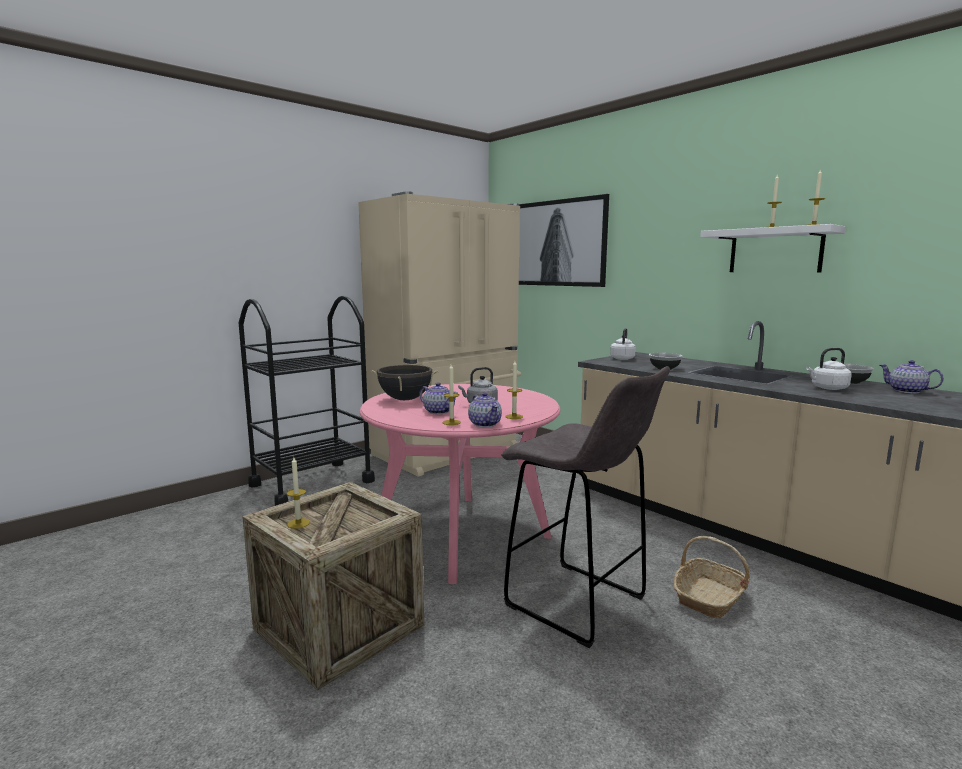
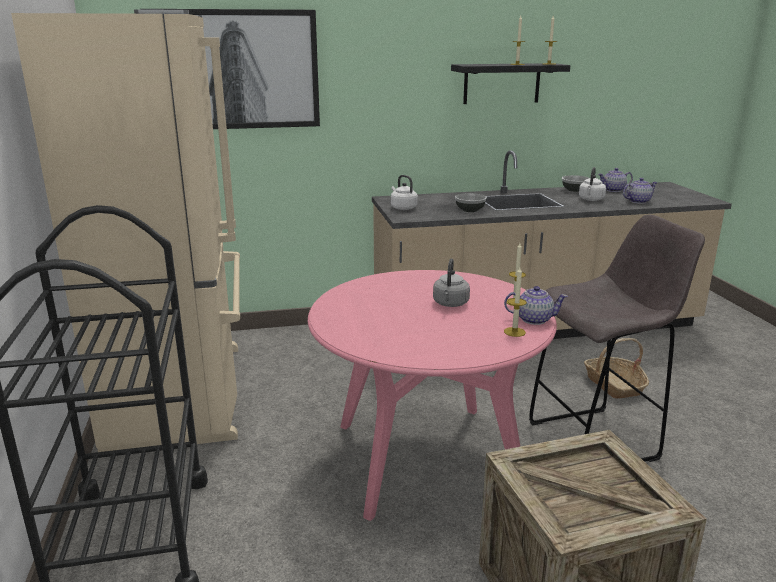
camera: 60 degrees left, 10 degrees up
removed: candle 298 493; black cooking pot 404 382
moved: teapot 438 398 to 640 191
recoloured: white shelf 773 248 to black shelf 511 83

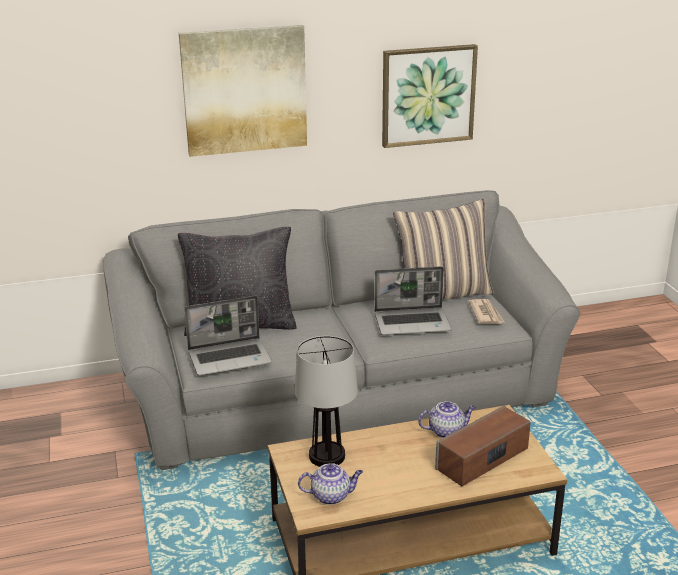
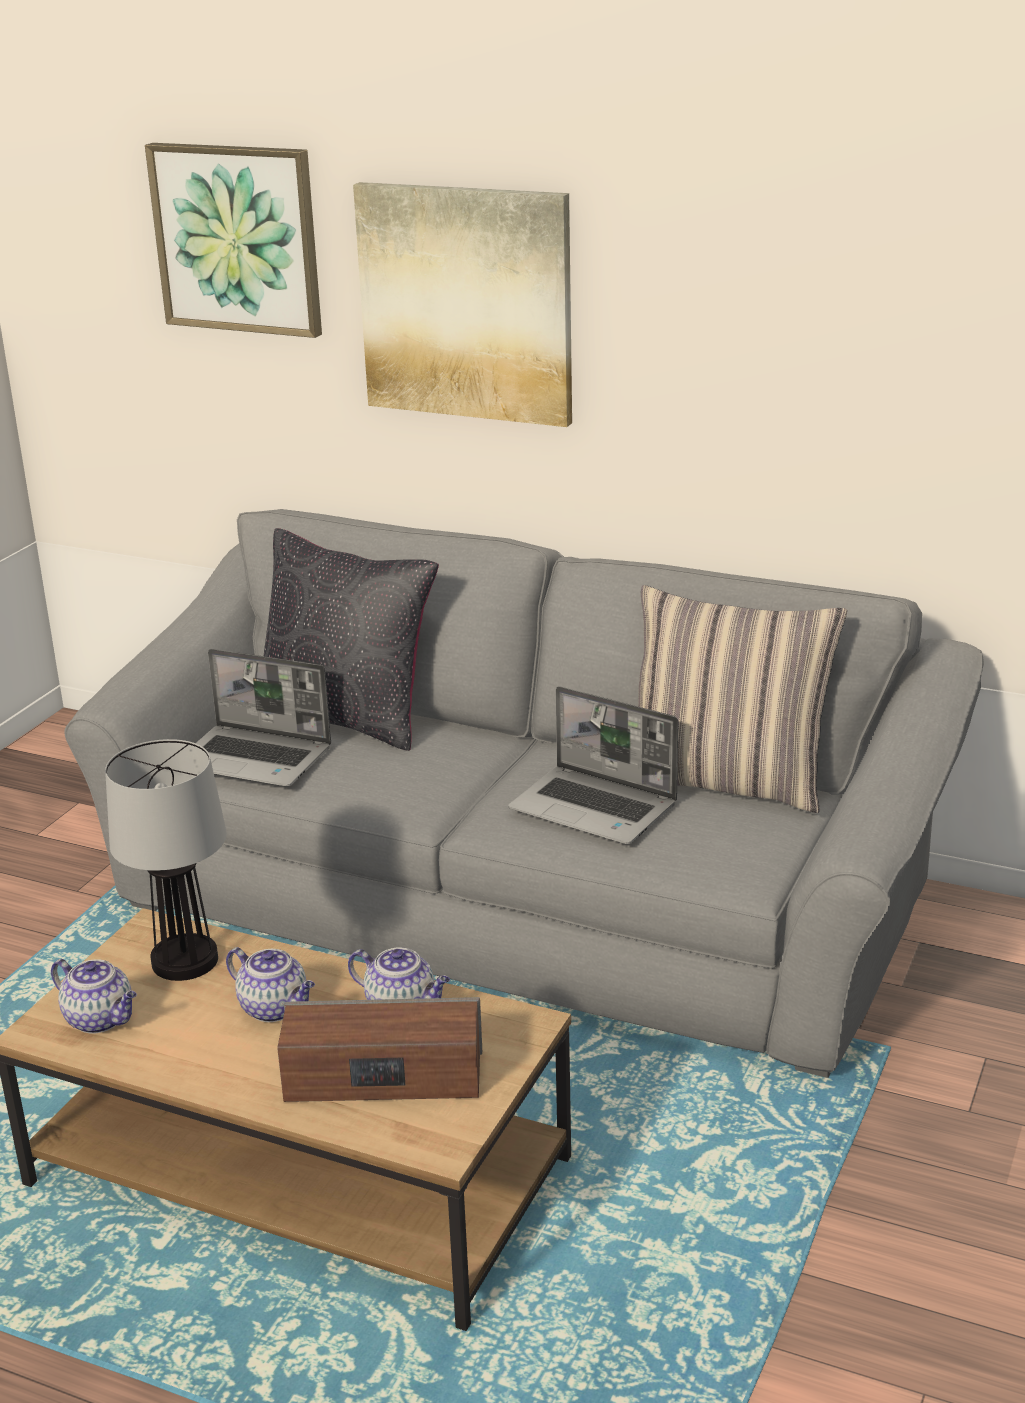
camera: 40 degrees right, 0 degrees up
removed: newspaper 486 311
added: teapot 270 984
moved: picture 430 96 to 233 240

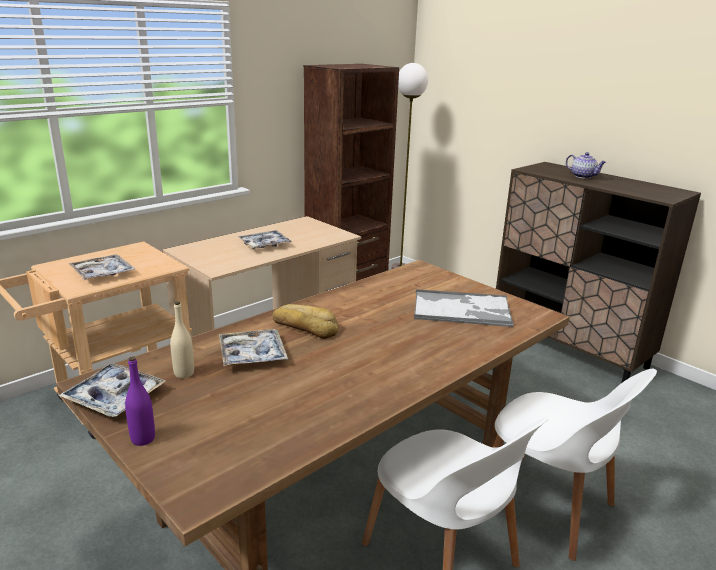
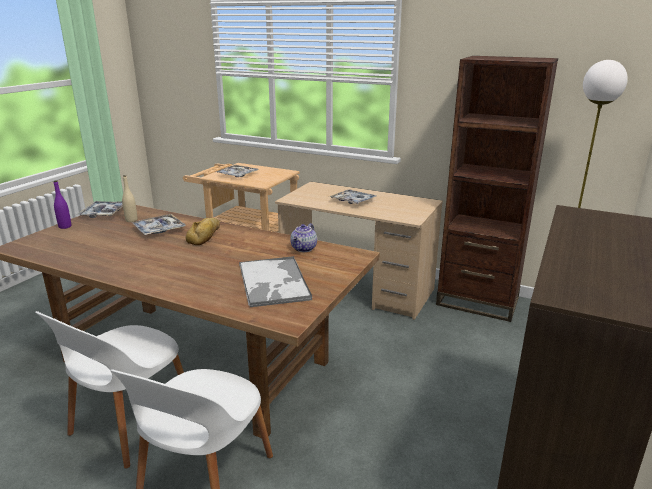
camera: 70 degrees right, 0 degrees up
moved: teapot 586 165 to 303 237

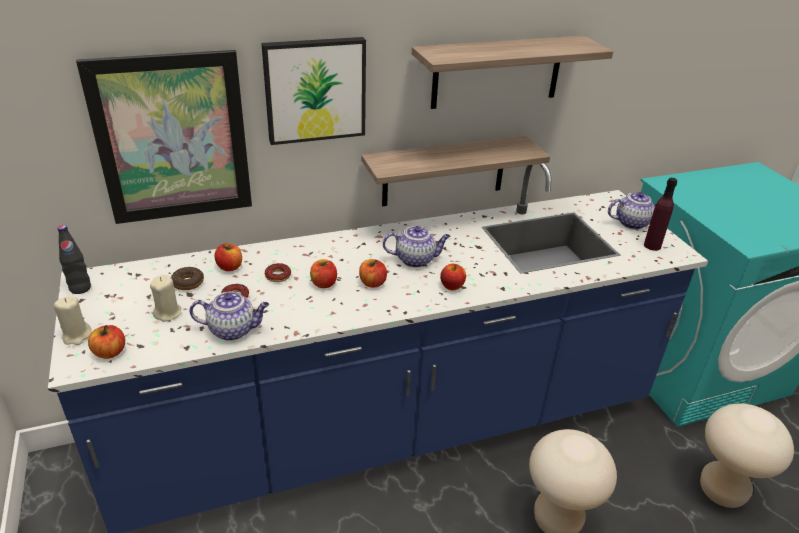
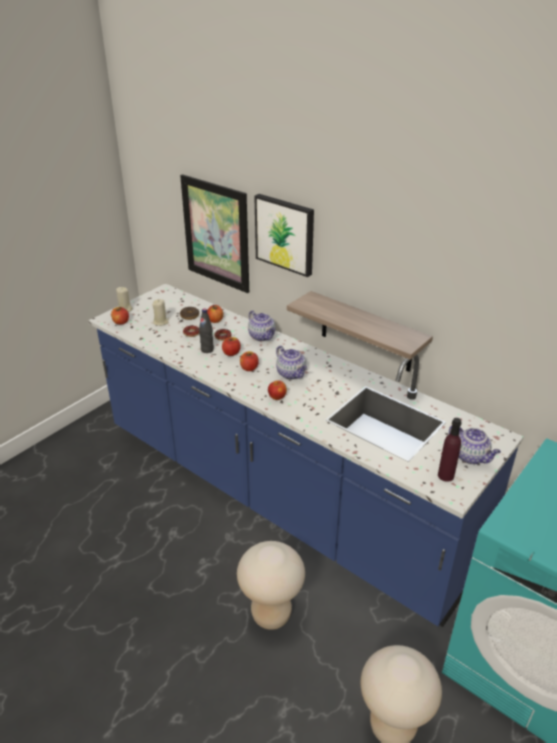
camera: 60 degrees right, 0 degrees up
removed: shelf 512 72
moved: black bottle 74 259 to 206 330; teapot 229 316 to 262 325

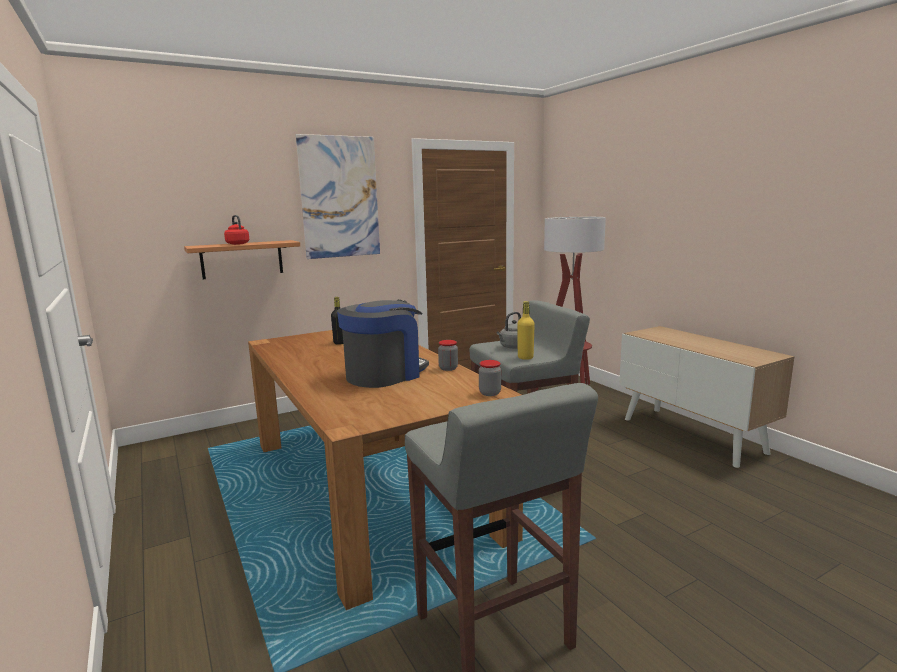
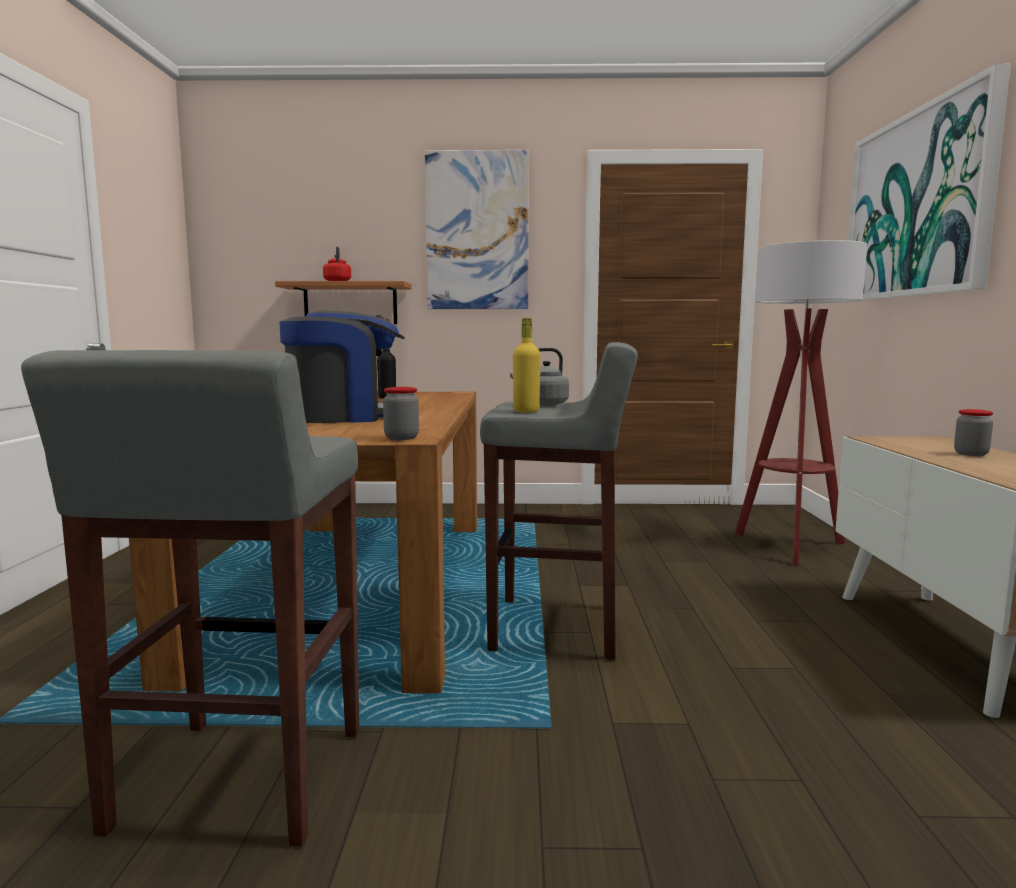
camera: 30 degrees right, 5 degrees down
added: picture 929 182
moved: jar 448 355 to 973 432

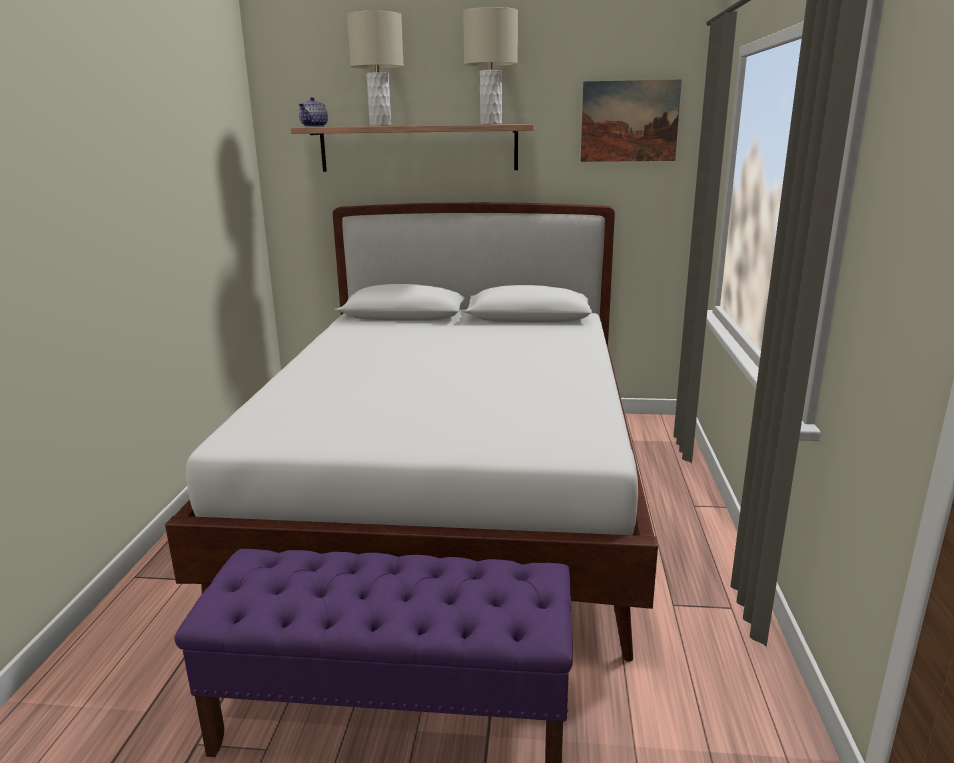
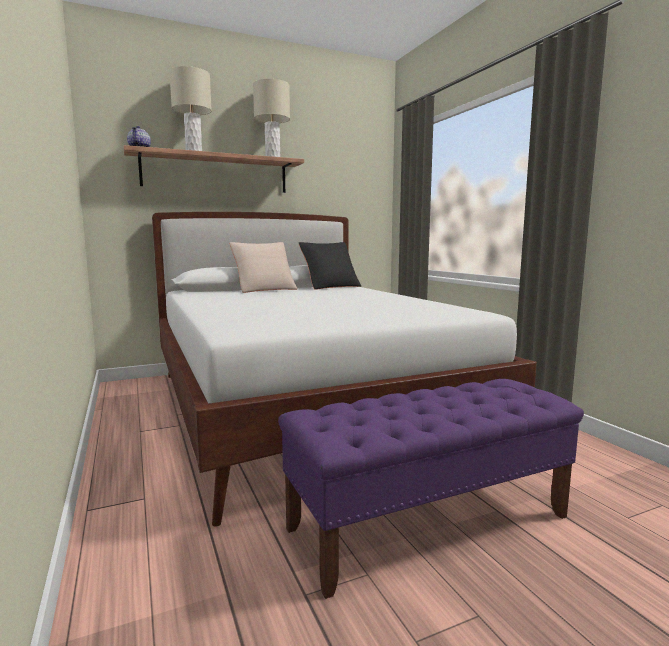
camera: 30 degrees left, 10 degrees down
removed: picture 631 120
added: beige pillow 263 267; black pillow 330 266

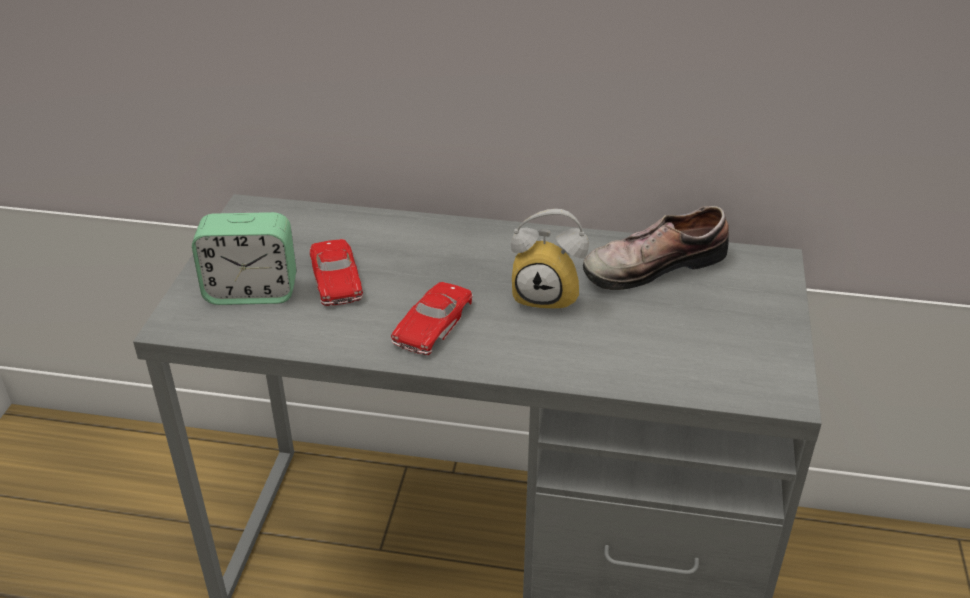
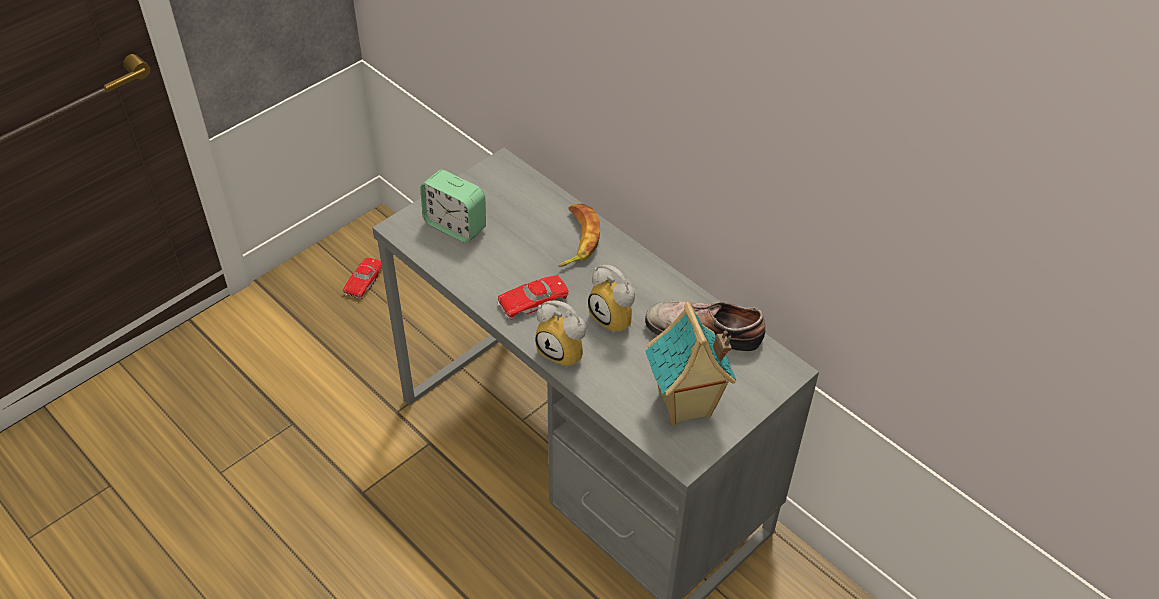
camera: 35 degrees right, 10 degrees up
added: alarm clock 560 334; banana 579 235; toy house 690 363
moved: red toy car 336 272 to 362 278

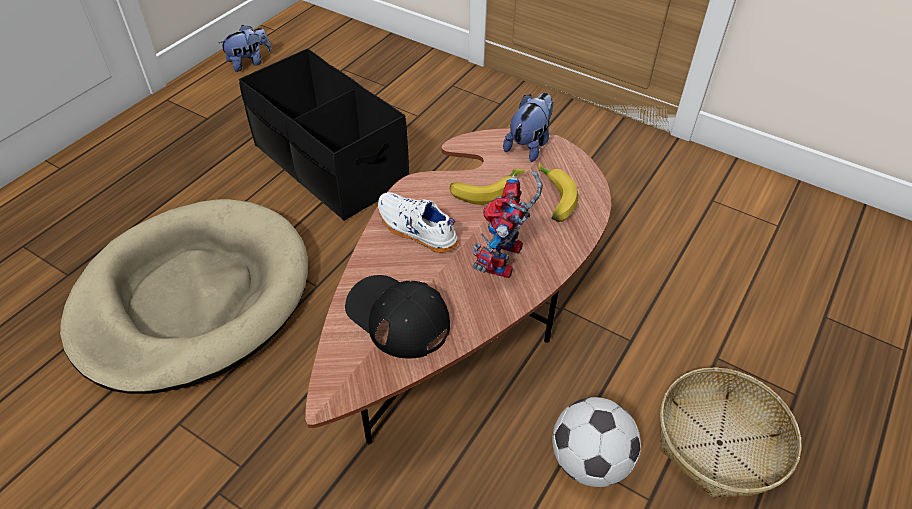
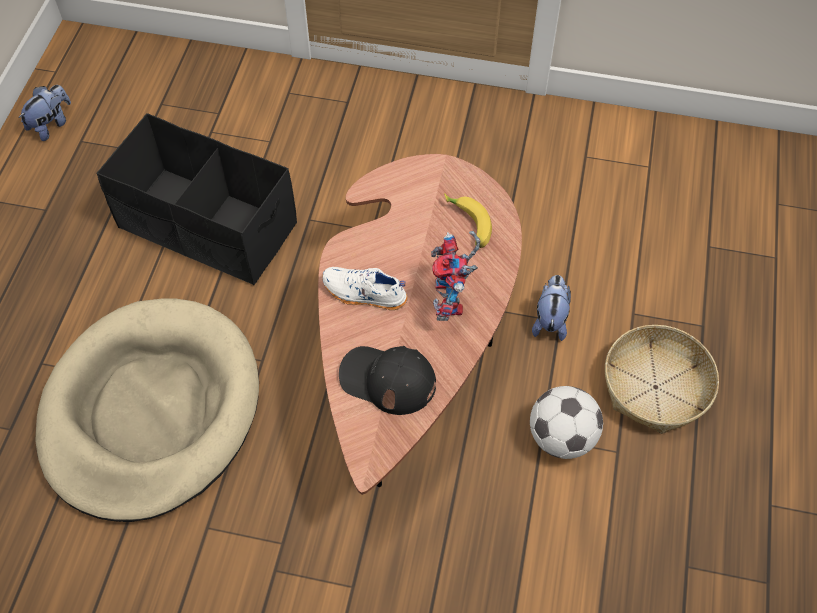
camera: 20 degrees left, 10 degrees up
removed: banana 487 187
moved: plush toy 528 127 to 551 308

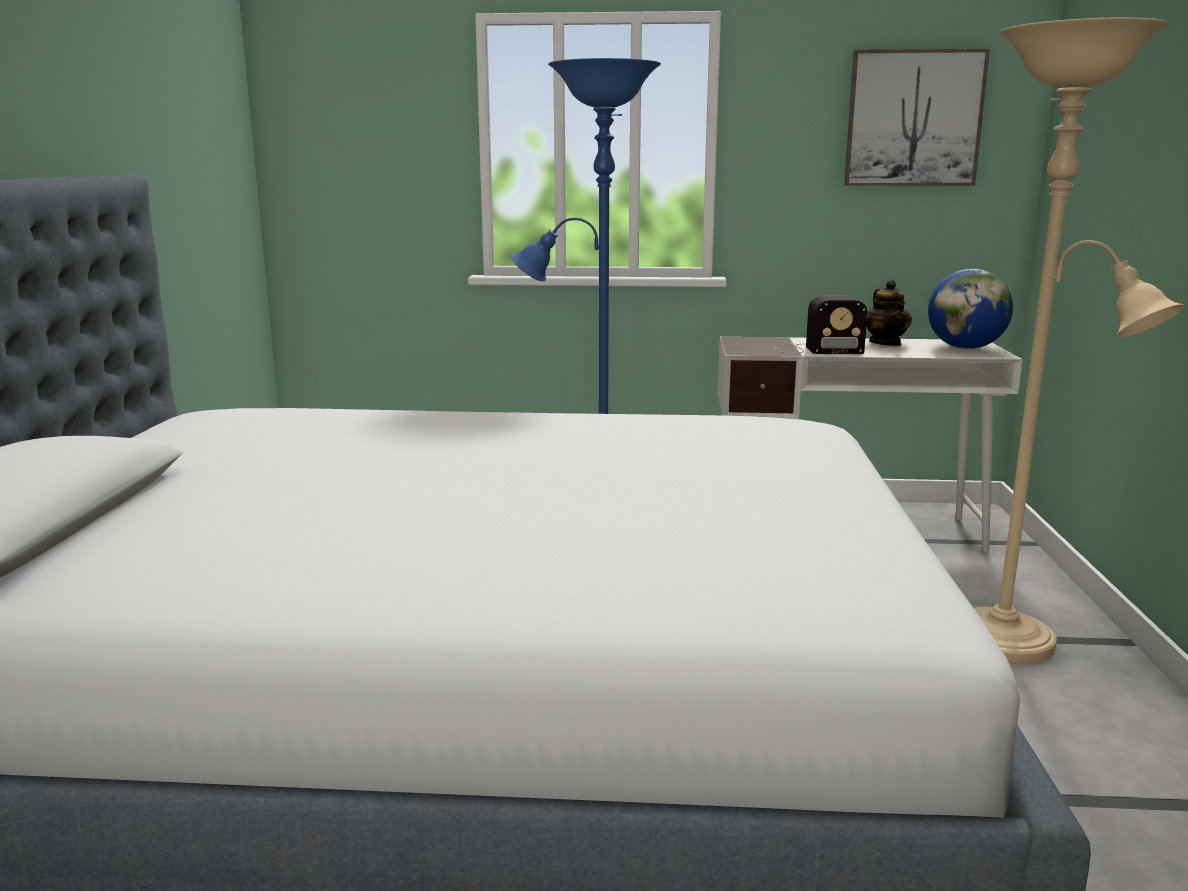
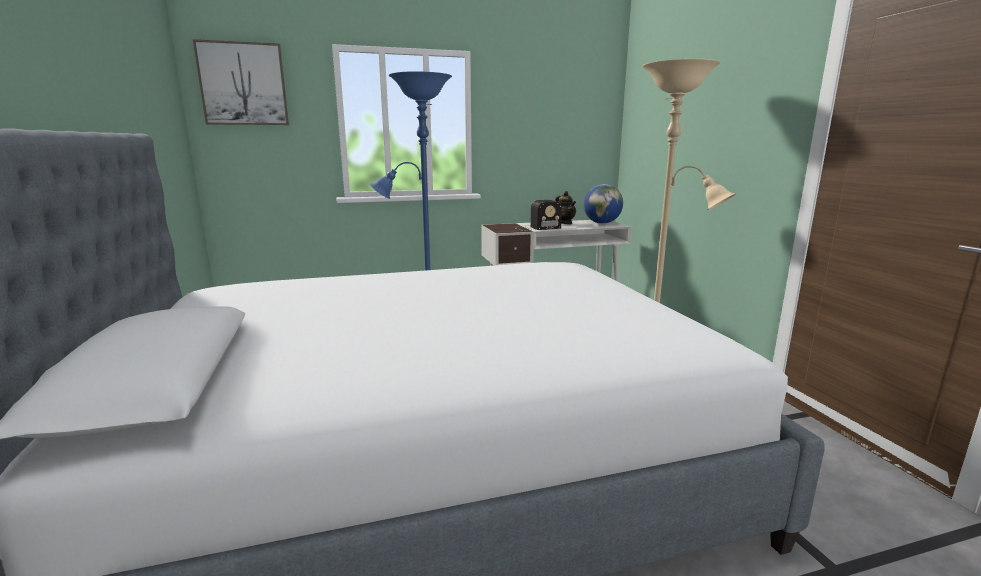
camera: 20 degrees left, 0 degrees up
moved: picture 917 117 to 241 82

